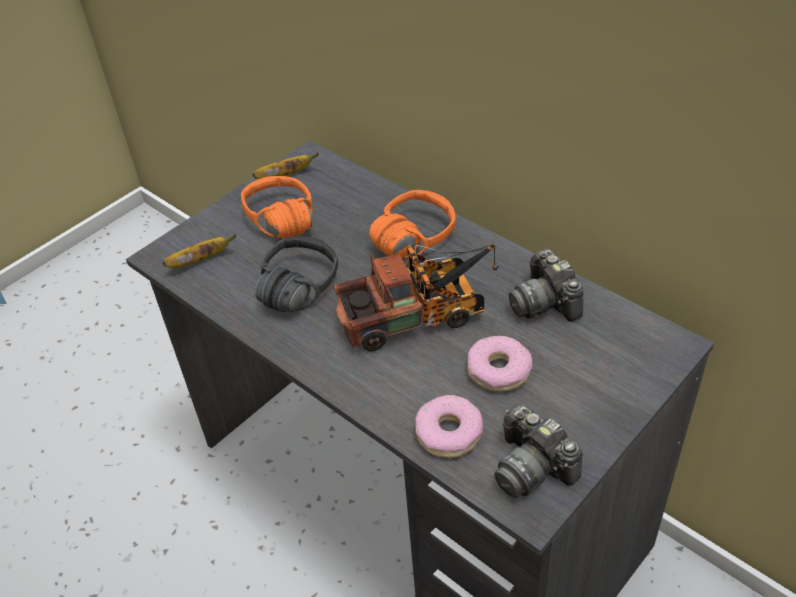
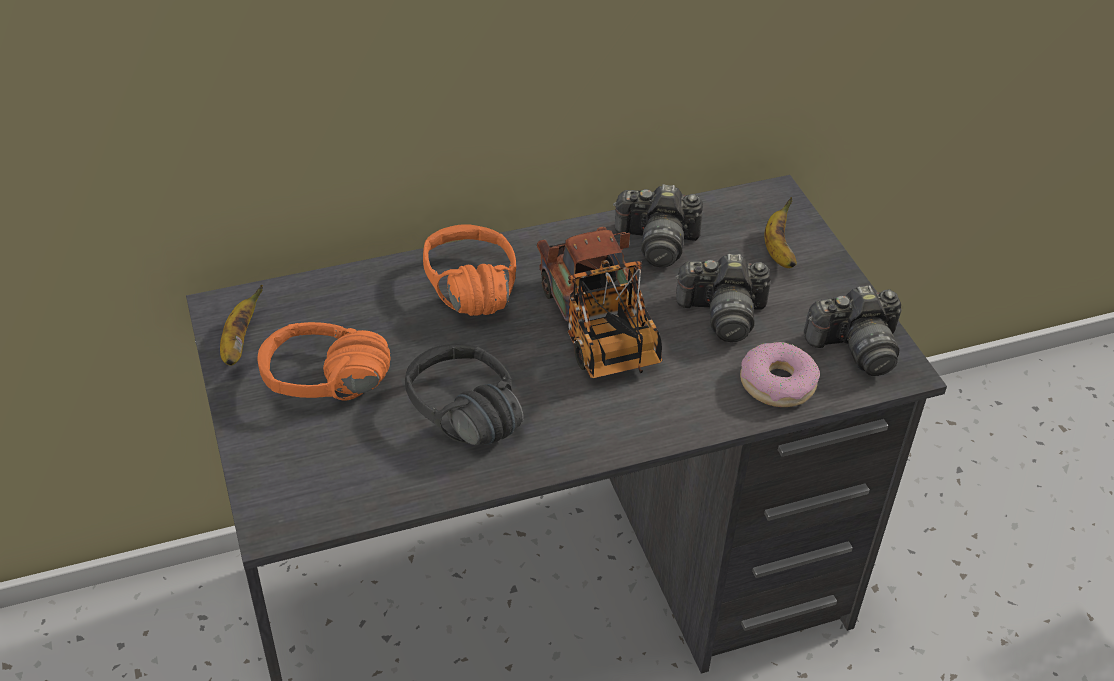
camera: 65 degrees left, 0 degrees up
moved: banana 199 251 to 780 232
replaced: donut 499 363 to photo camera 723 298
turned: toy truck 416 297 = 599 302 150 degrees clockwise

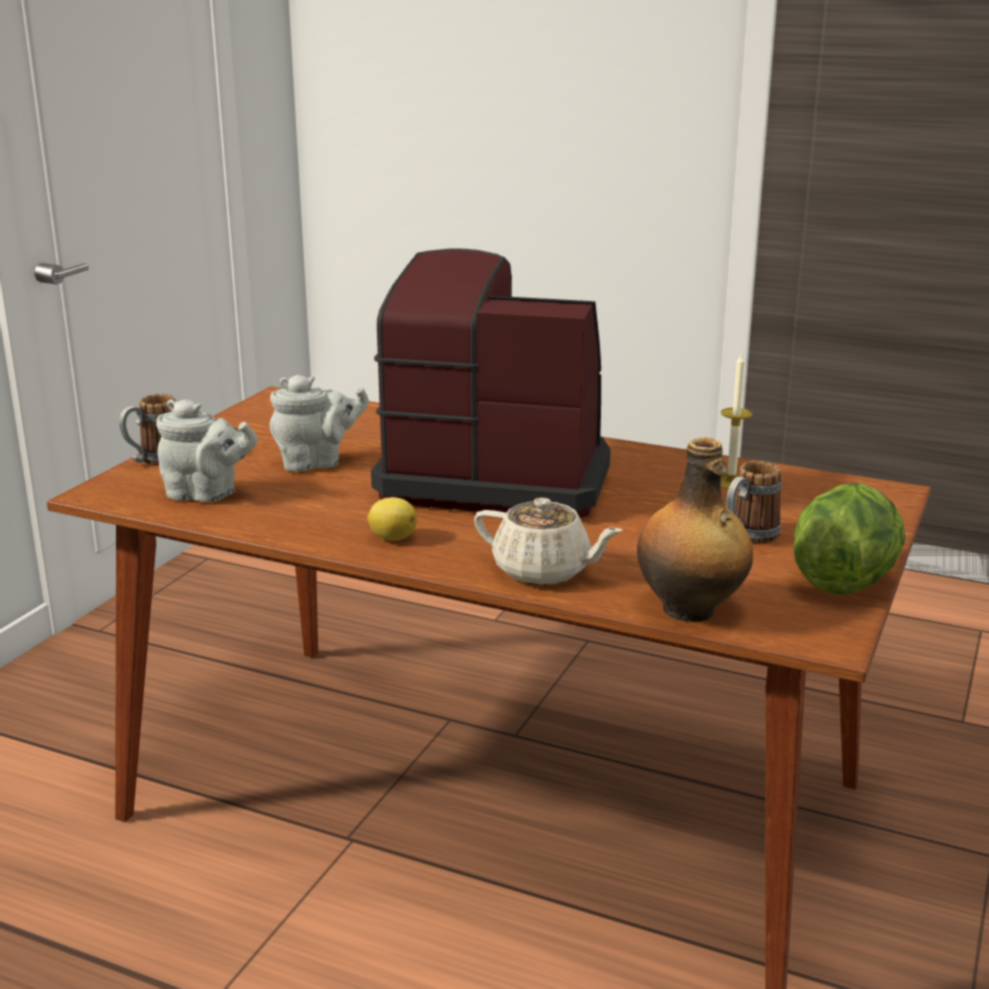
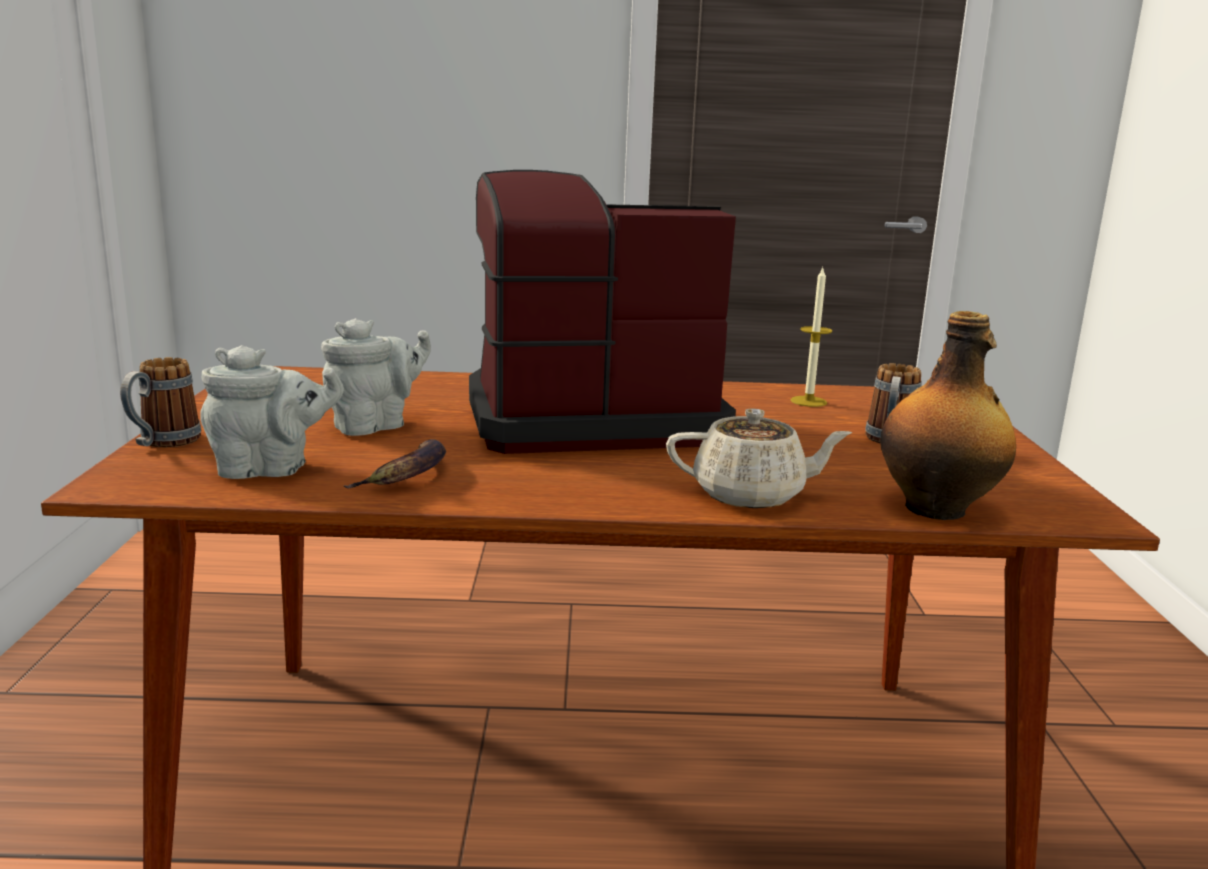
camera: 25 degrees left, 5 degrees down
removed: lemon 392 518; lettuce 849 539
added: banana 395 463

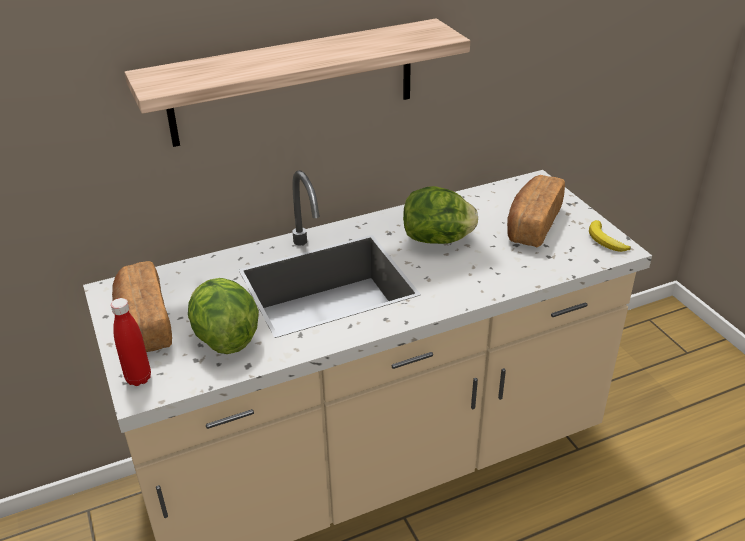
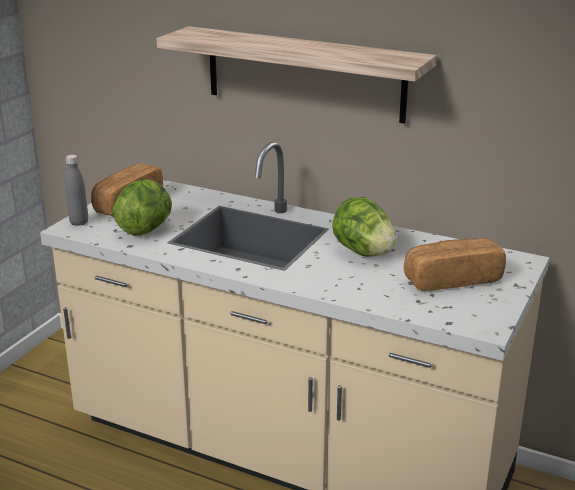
camera: 50 degrees right, 10 degrees down
removed: banana 610 236
recoloured: red bottle 131 342 to grey bottle 76 190

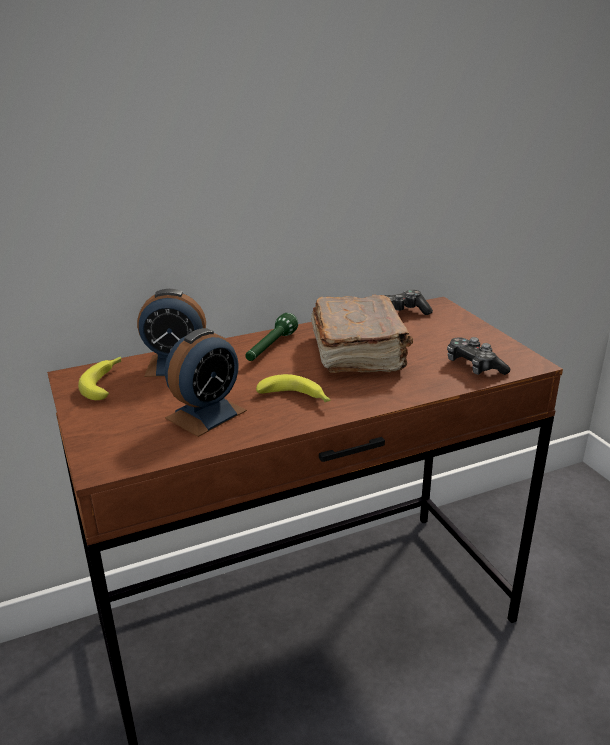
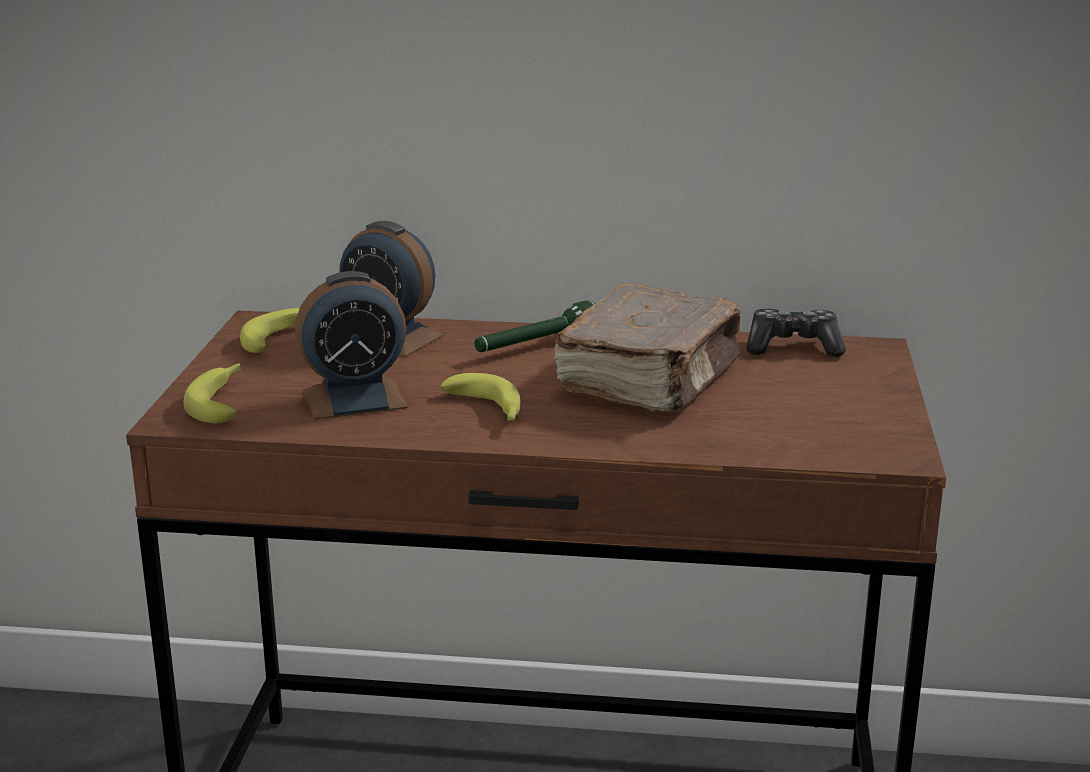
camera: 30 degrees right, 5 degrees down
removed: game controller 478 356
added: banana 212 393

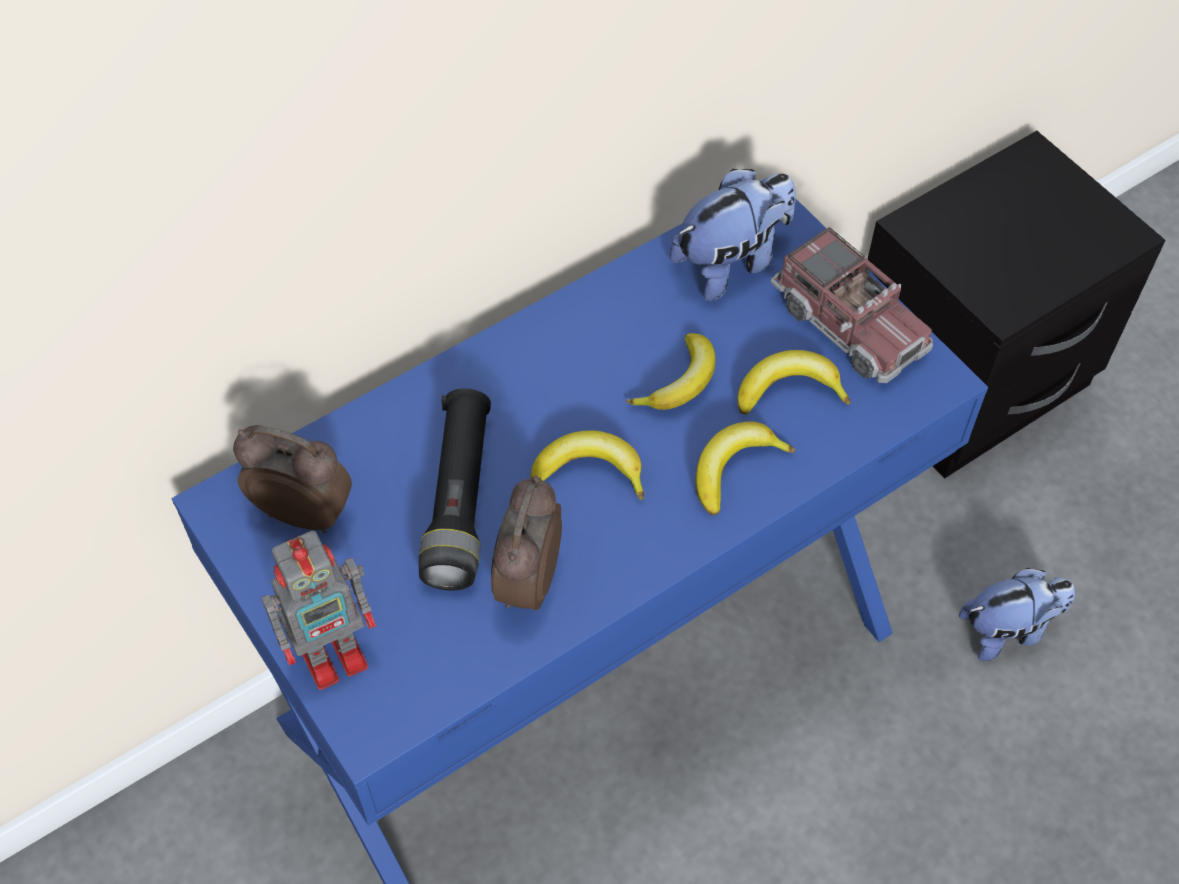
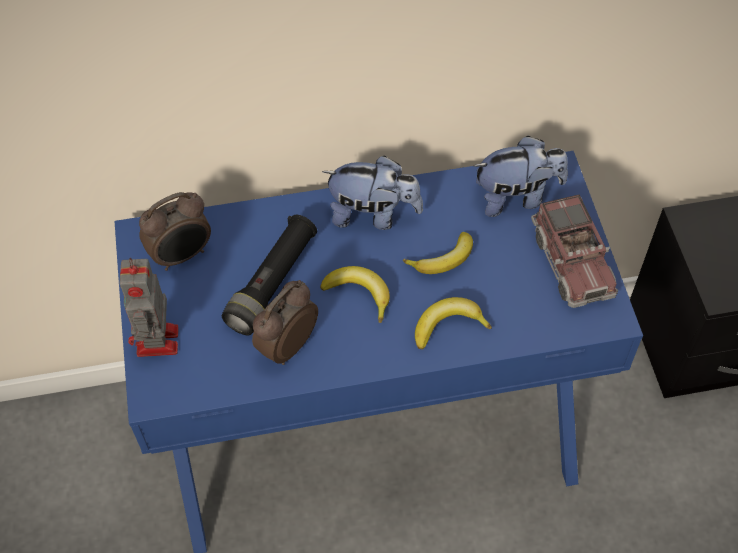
camera: 25 degrees right, 0 degrees up
removed: banana 794 382
moved: plush toy 1017 614 to 372 192
turned: alarm clock 292 479 = 175 231 105 degrees clockwise; toy robot 318 610 = 149 307 90 degrees clockwise

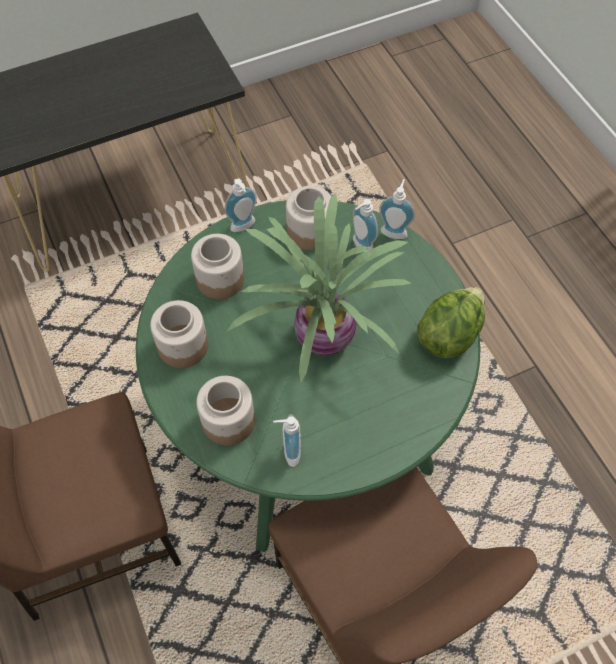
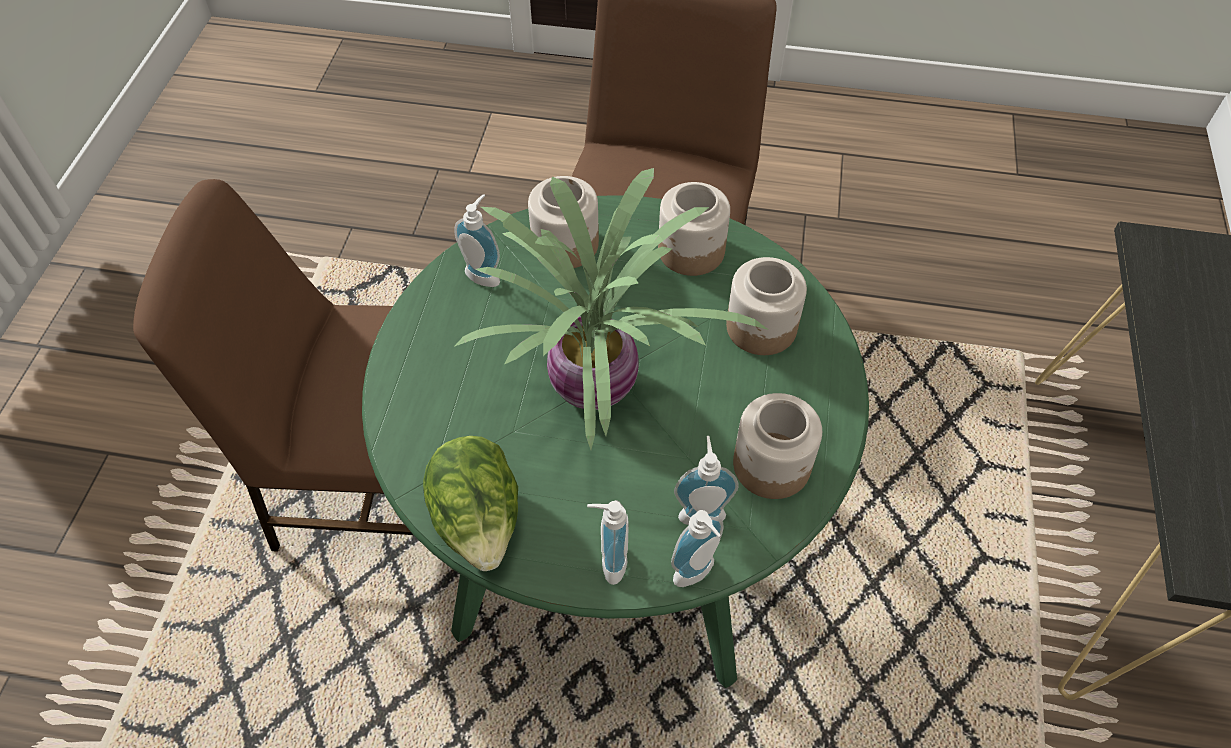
camera: 125 degrees right, 5 degrees down
moved: soap dispenser 240 205 to 608 542

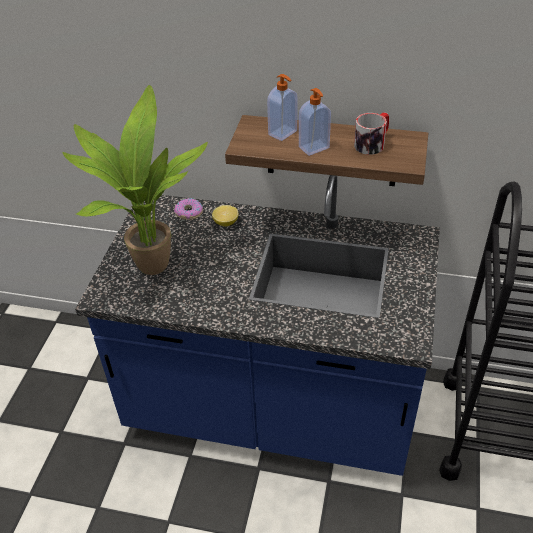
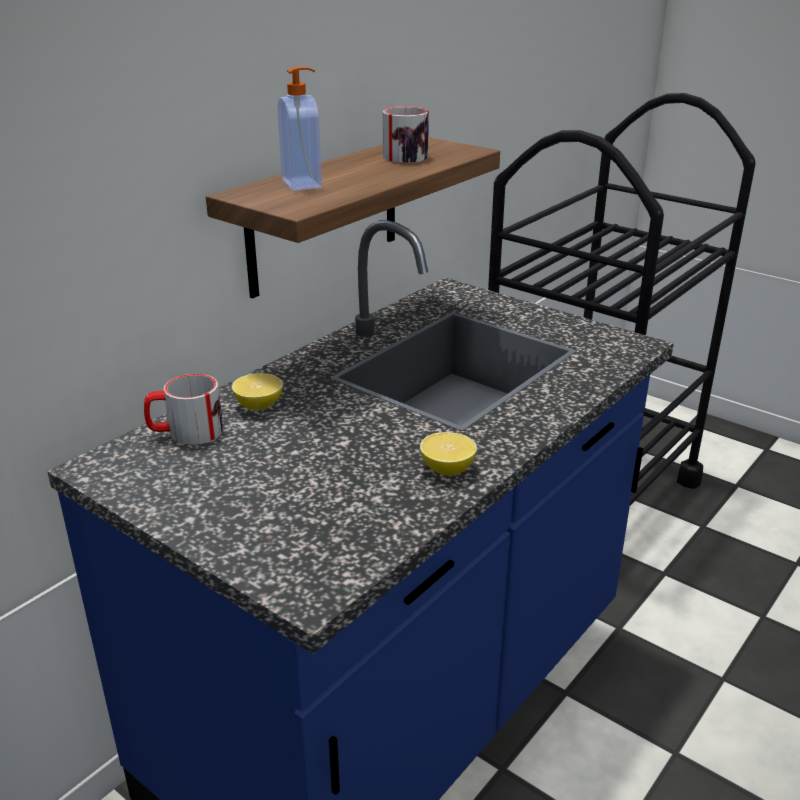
camera: 65 degrees left, 15 degrees down
removed: potted plant 135 180; soap dispenser 315 122
added: lemon 448 454
replaced: donut 188 209 to mug 183 409

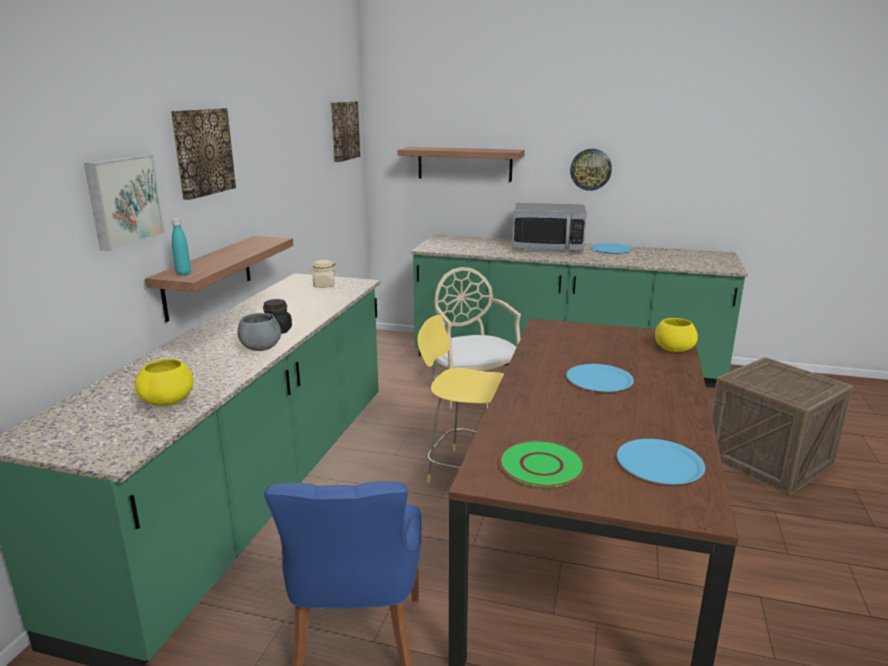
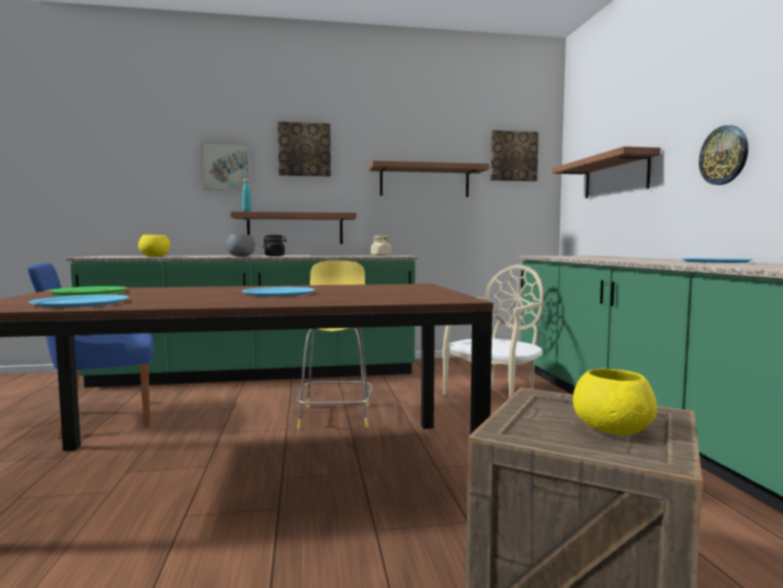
camera: 65 degrees right, 15 degrees down
removed: microwave 549 227
added: shelf 429 179
moved: yellow bowl 676 335 to 615 402

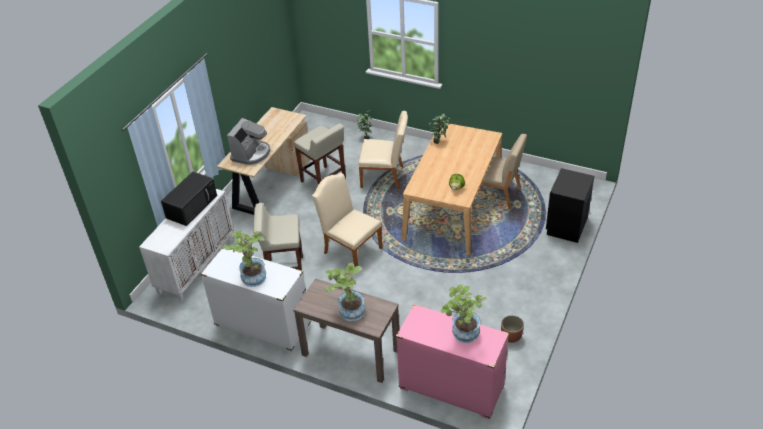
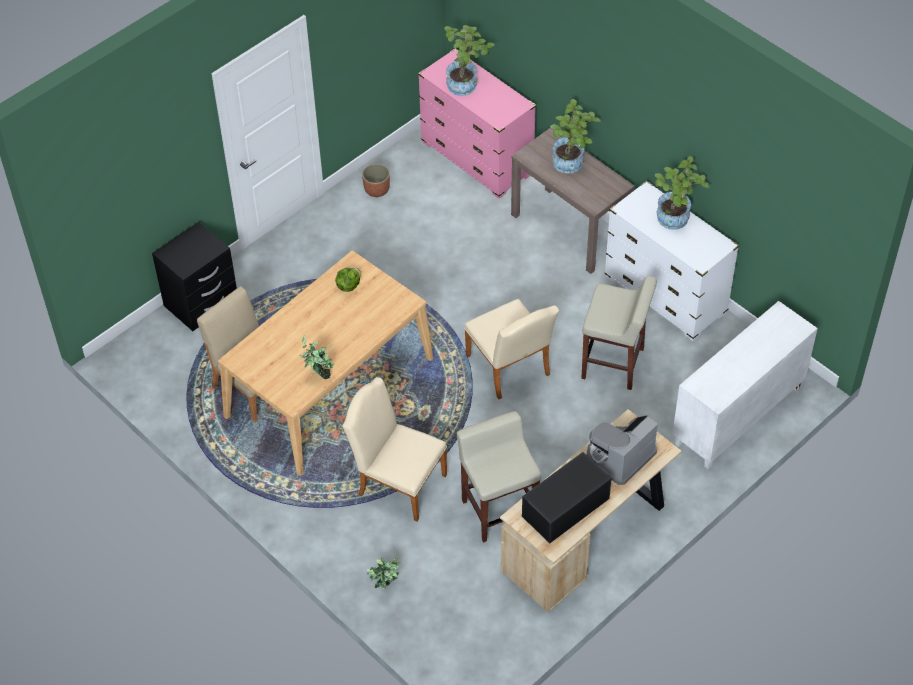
camera: 160 degrees left, 10 degrees up
moved: black microwave 189 199 to 567 497

